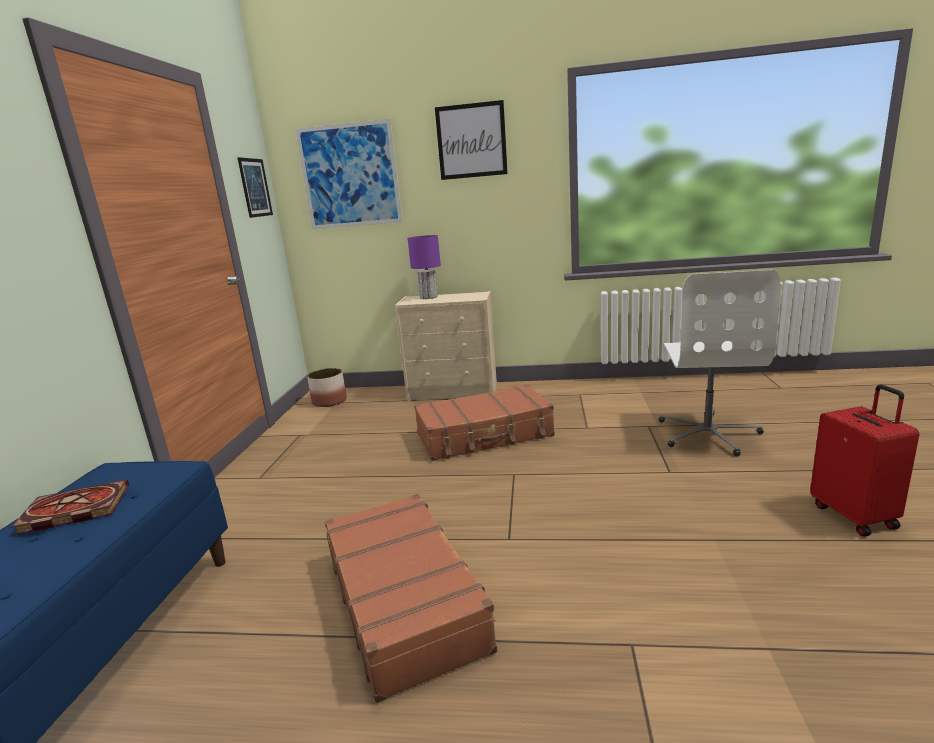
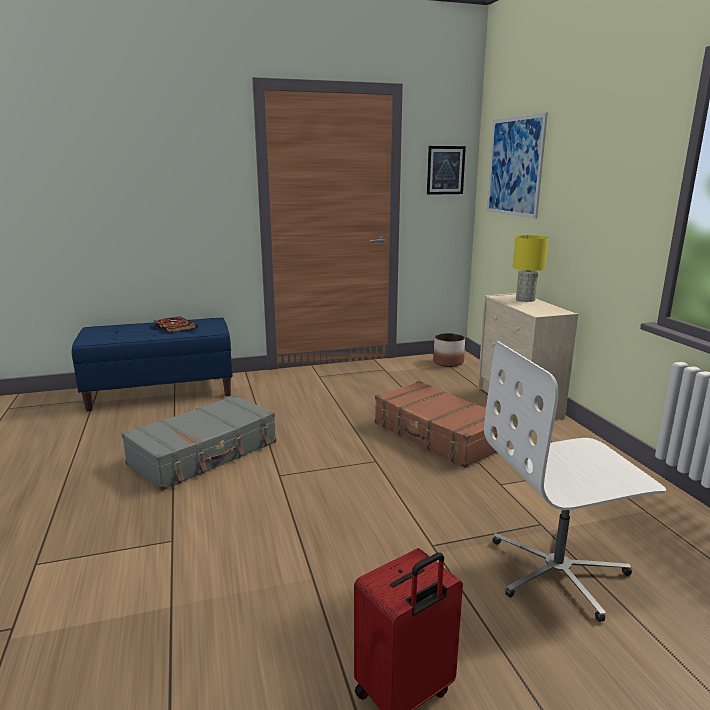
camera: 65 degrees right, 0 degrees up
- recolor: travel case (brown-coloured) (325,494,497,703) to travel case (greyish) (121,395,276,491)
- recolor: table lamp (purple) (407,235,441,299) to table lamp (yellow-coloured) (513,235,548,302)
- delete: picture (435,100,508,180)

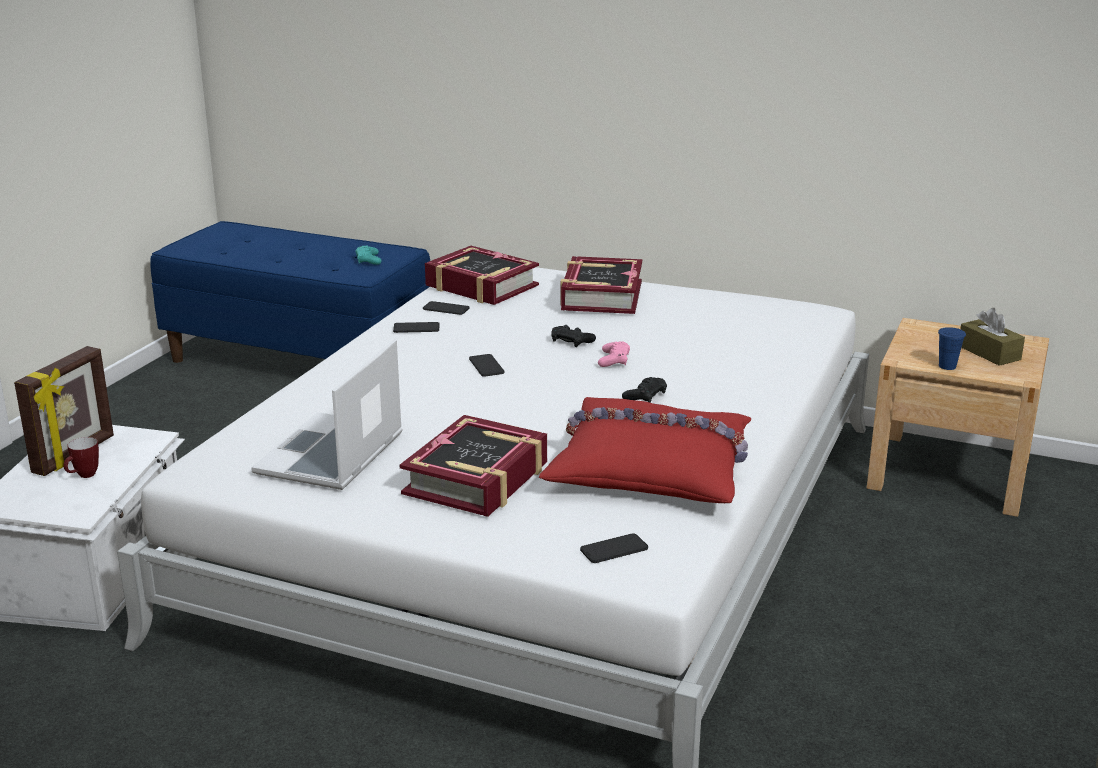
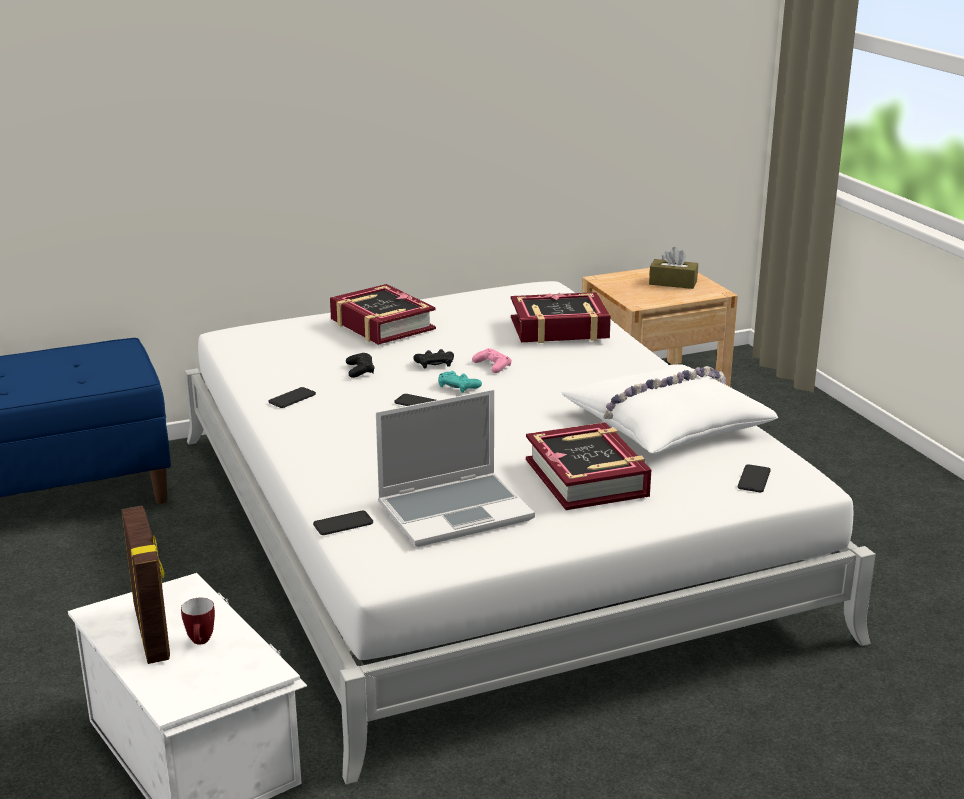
camera: 45 degrees left, 0 degrees up
- move: phone (423,301,470,315) to (313,511,373,535)
- move: gamepad (black-coloured) (622,377,667,403) to (346,353,375,378)
- rotate: notebook computer (251,339,402,490) = (376,389,535,547) 90 degrees counterclockwise
- move: gamepad (turquoise-coloured) (356,245,382,265) to (438,371,482,393)
- move: bound book (425,246,539,305) to (511,292,611,343)
- recolor: cushion (red-coloured) (539,397,751,503) to cushion (white) (562,364,778,454)
- delete: cup (bluish) (938,327,966,370)

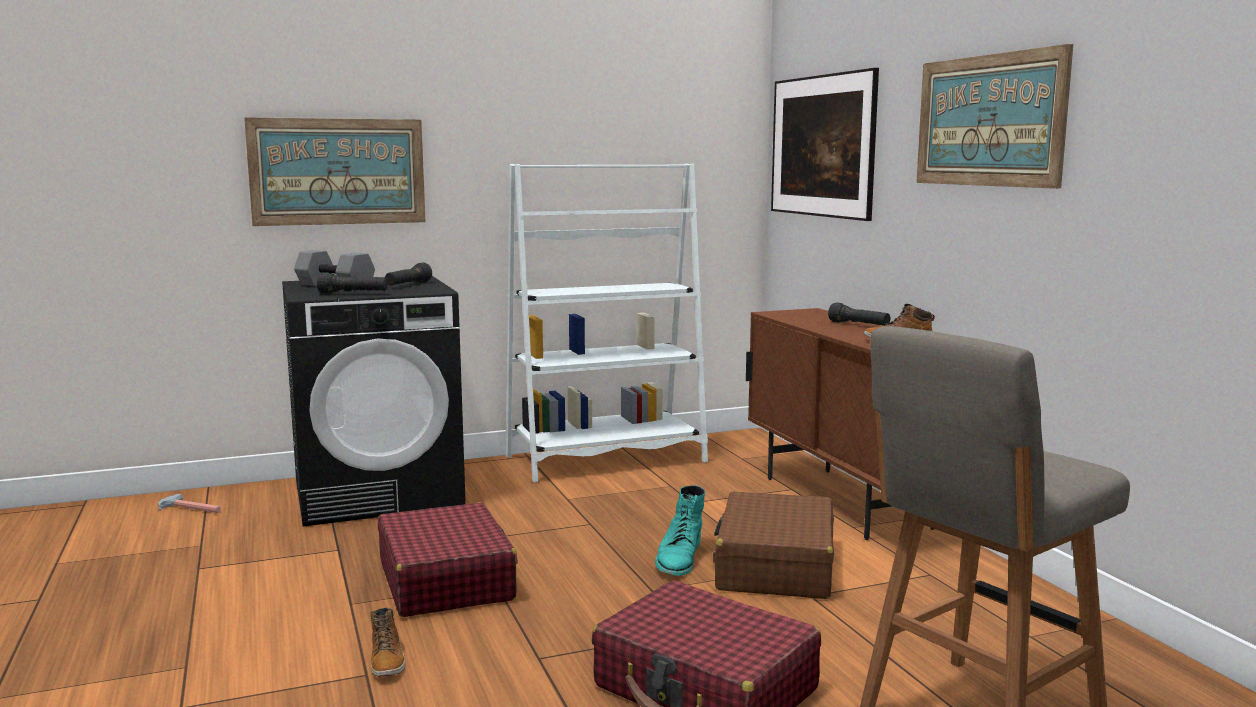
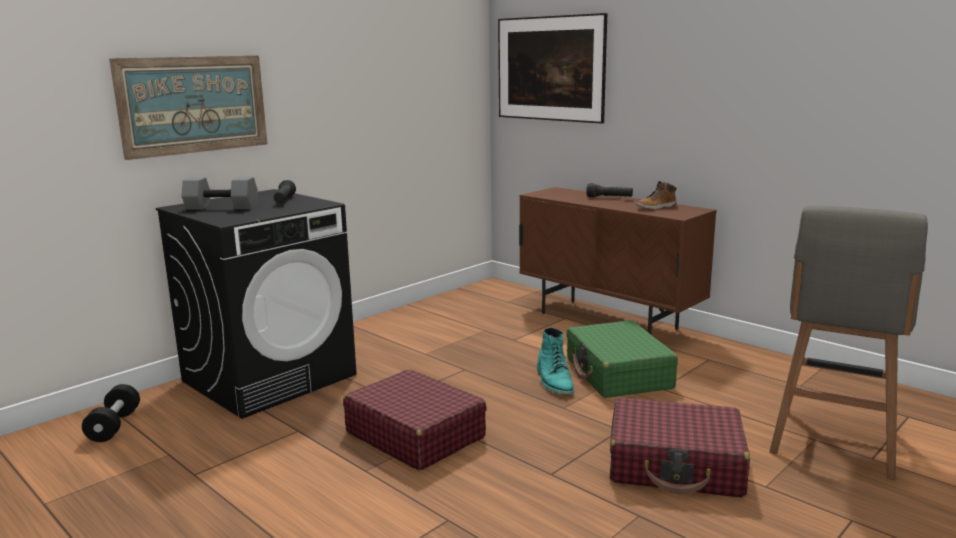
camera: 25 degrees left, 5 degrees up
- replace: hand hammer (158,494,221,513) to hand weight (black-coloured) (82,384,140,442)
- recolor: travel case (brown-coloured) (713,492,834,599) to travel case (green-coloured) (566,320,678,398)
- delete: flashlight (black-coloured) (317,272,388,294)
- delete: tall boot (371,608,405,676)
- delete: bookshelf (white) (506,164,708,483)
- delete: picture (916,44,1073,189)

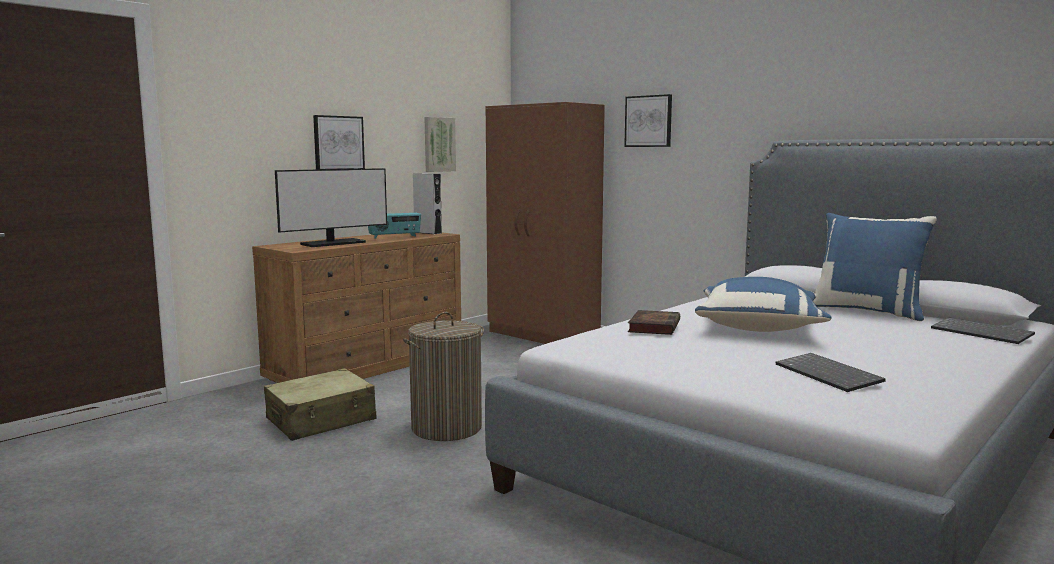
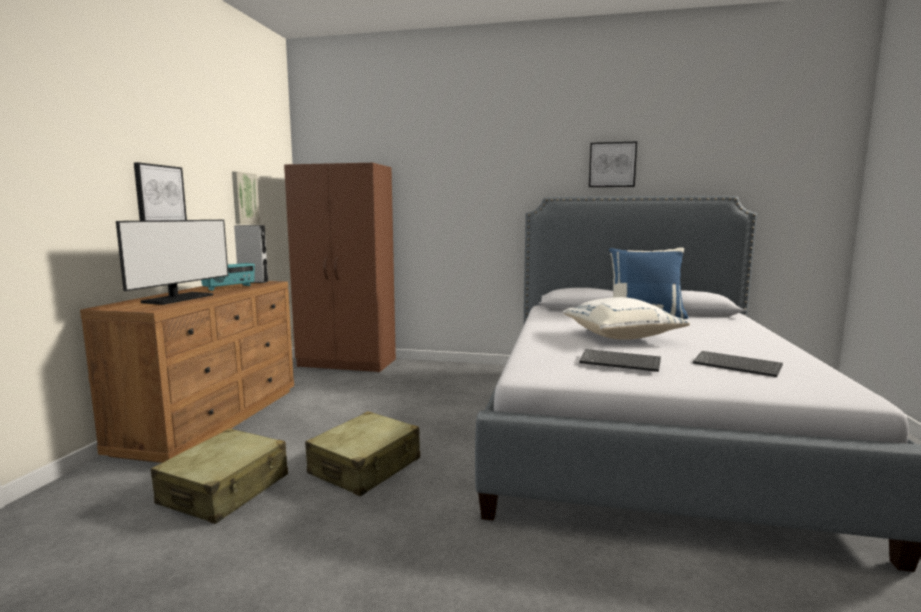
camera: 30 degrees left, 0 degrees up
- replace: laundry basket (403,312,484,441) to travel case (beige-coloured) (305,411,420,496)
- recolor: cushion (bluish) (695,277,832,332) to cushion (white) (563,297,690,340)
- move: computer keyboard (931,317,1035,344) to (579,349,661,372)
- move: picture (624,94,672,147) to (589,142,637,187)
- delete: bound book (628,310,680,335)

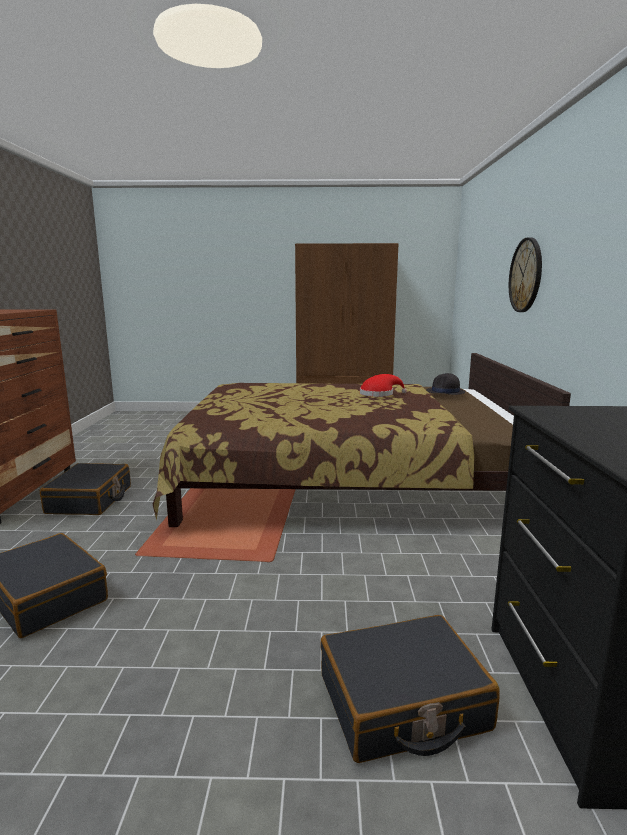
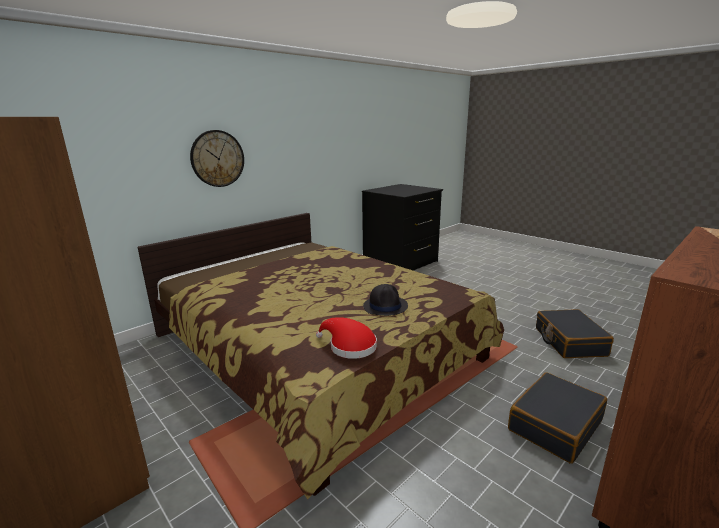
camera: 135 degrees left, 5 degrees up
- move: clothing hat (red-coloured) (360,374,407,397) to (316,317,377,359)
- move: clothing hat (black-coloured) (426,373,465,395) to (363,284,408,316)
- delete: travel case (black-coloured) (320,615,500,763)

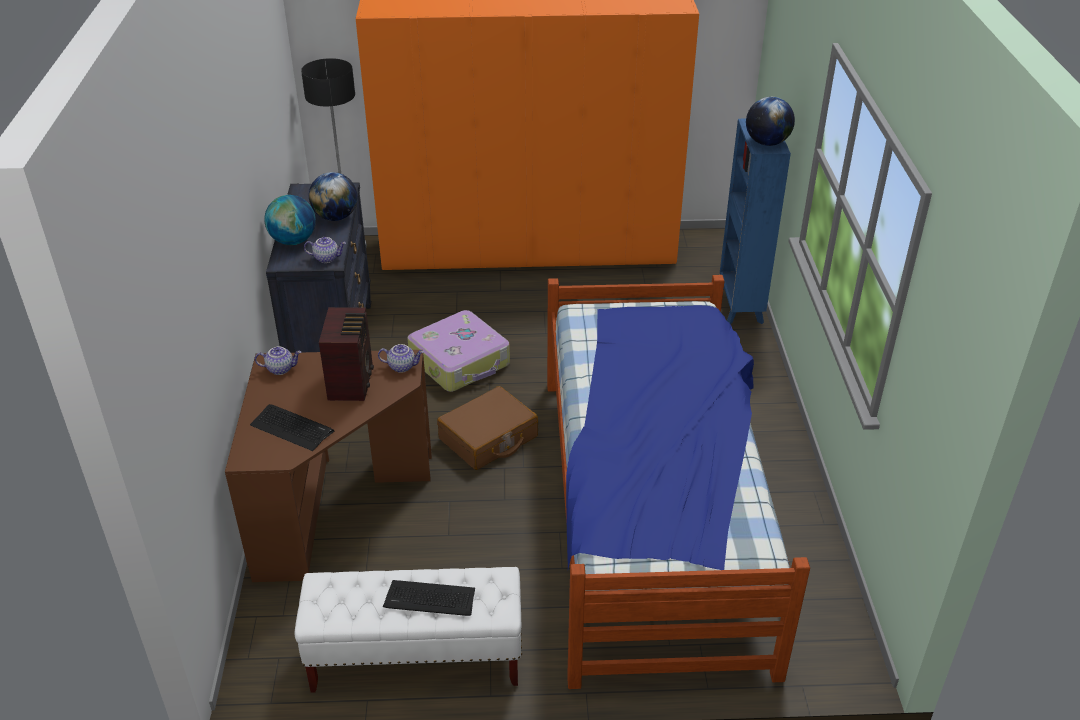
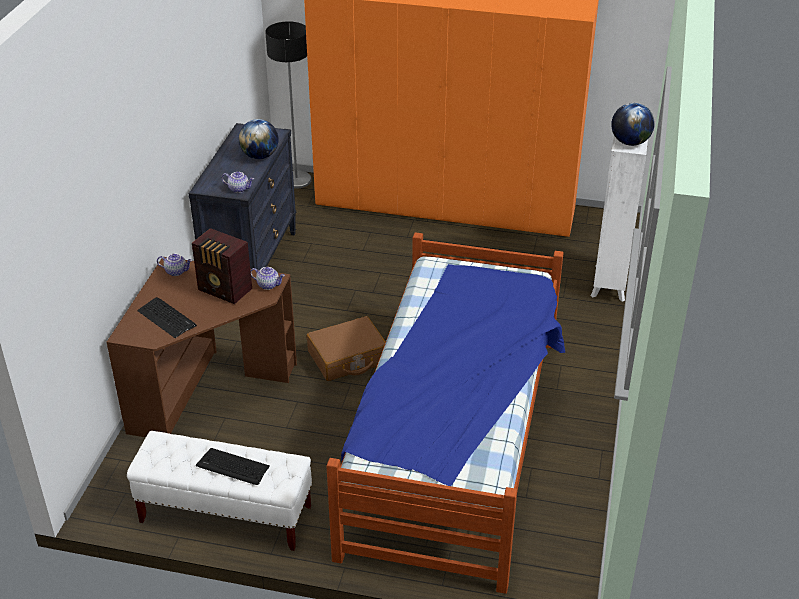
camera: 15 degrees right, 0 degrees up
- rotate: radio receiver (319,307,374,401) = (192,228,252,304) 105 degrees clockwise
- recolor: bookshelf (bluish) (720,119,791,324) to bookshelf (white) (591,136,648,302)
- delete: world globe (264,195,316,245)
- delete: travel case (407,310,510,392)

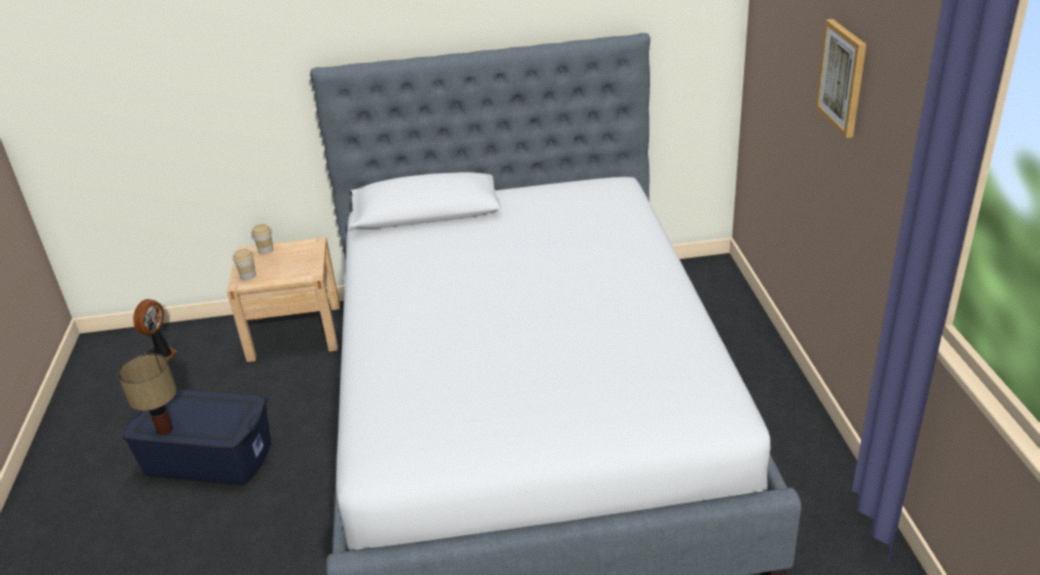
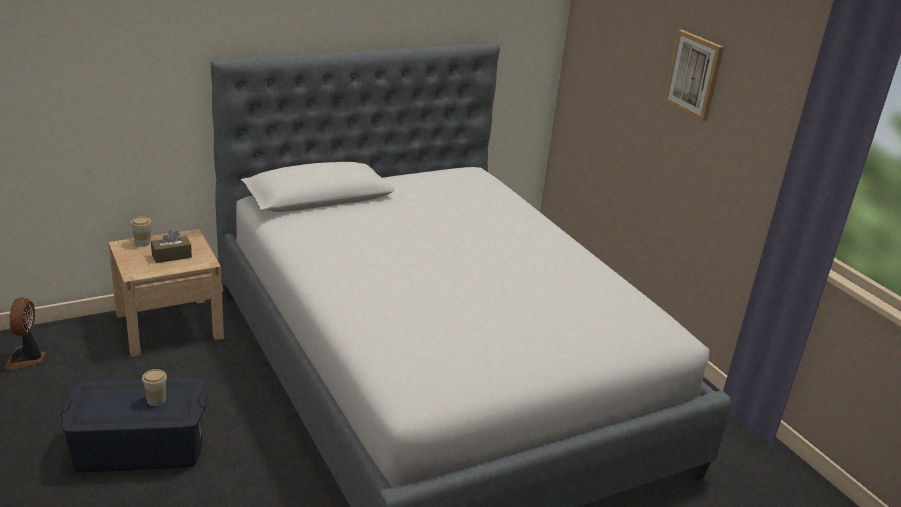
camera: 25 degrees left, 5 degrees down
- move: cup (233,249,256,280) to (142,369,167,406)
- insert: box of tissues (brown-coloured) (151,230,192,263)
- delete: table lamp (118,353,177,435)

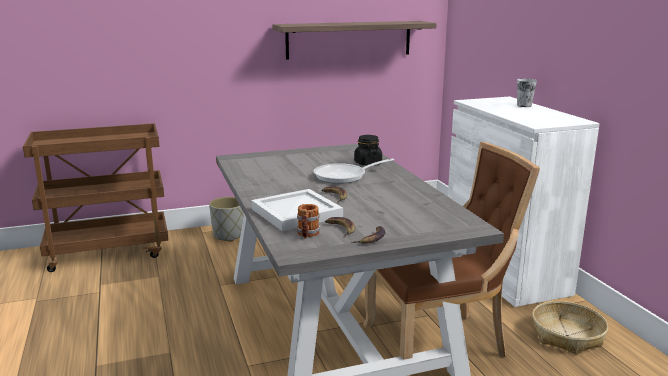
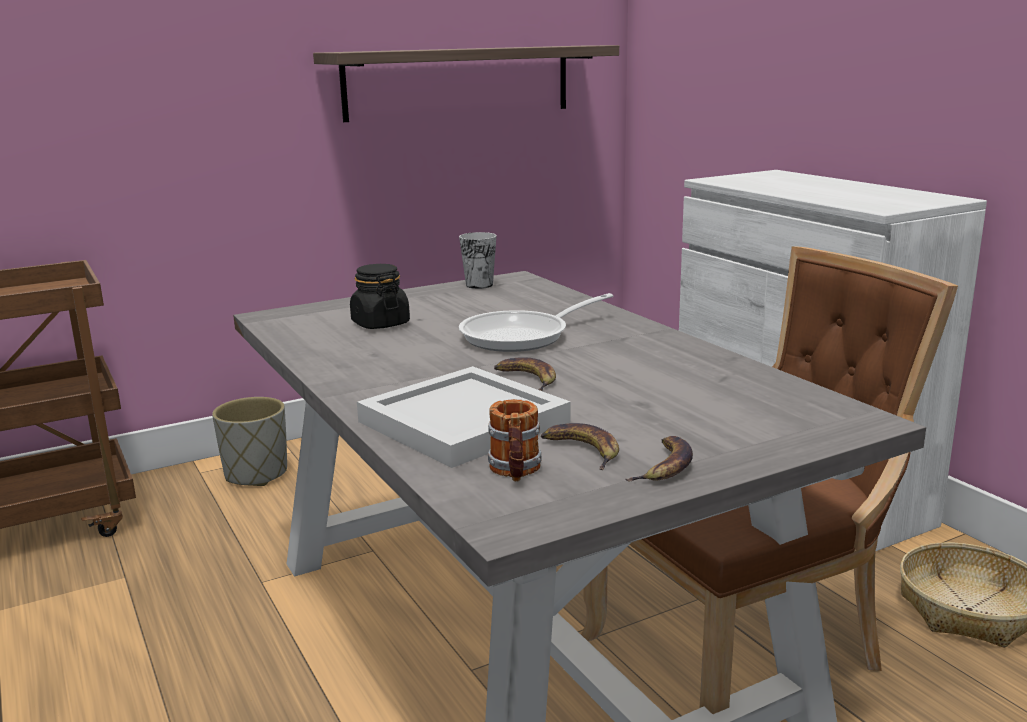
camera: 10 degrees left, 0 degrees up
- move: storage jar (black-coloured) (354,135,382,166) to (350,264,410,329)
- move: cup (517,79,537,107) to (459,232,497,289)

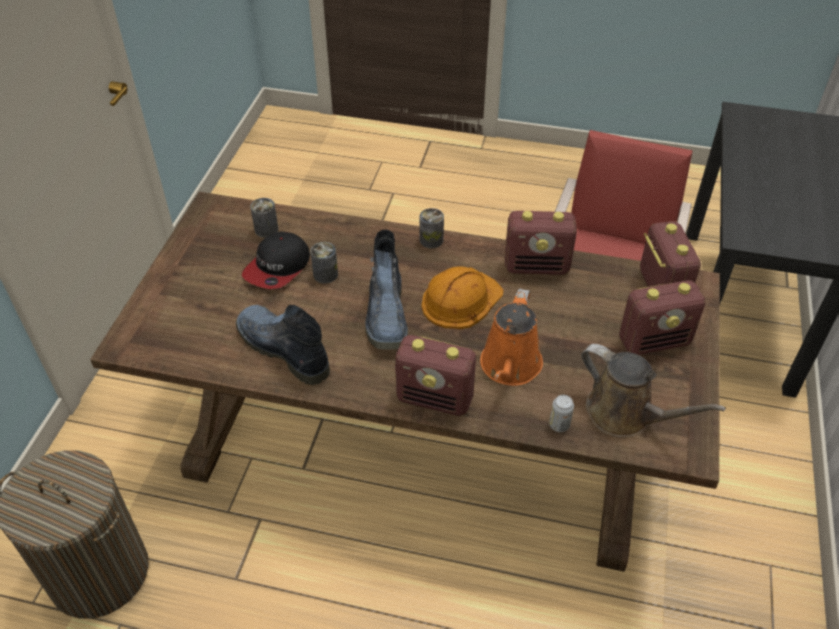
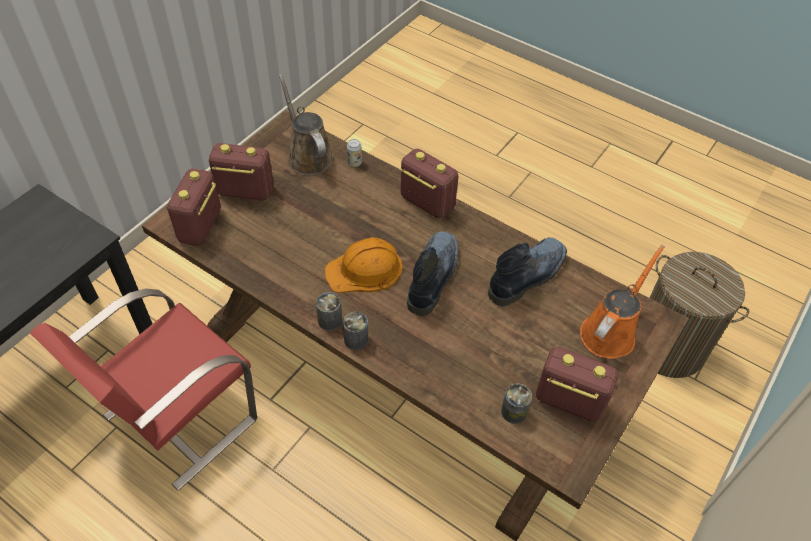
camera: 160 degrees left, 5 degrees up
- move: sealed can (310,242,338,284) to (316,293,342,331)
- rotate: tall boot (236,305,330,385) = (488,238,567,306) 105 degrees counterclockwise
- move: radio receiver (505,211,577,275) to (536,347,618,422)
- move: watering can (orangey) (480,289,543,386) to (580,245,665,359)
- delete: cap (242,231,310,289)

